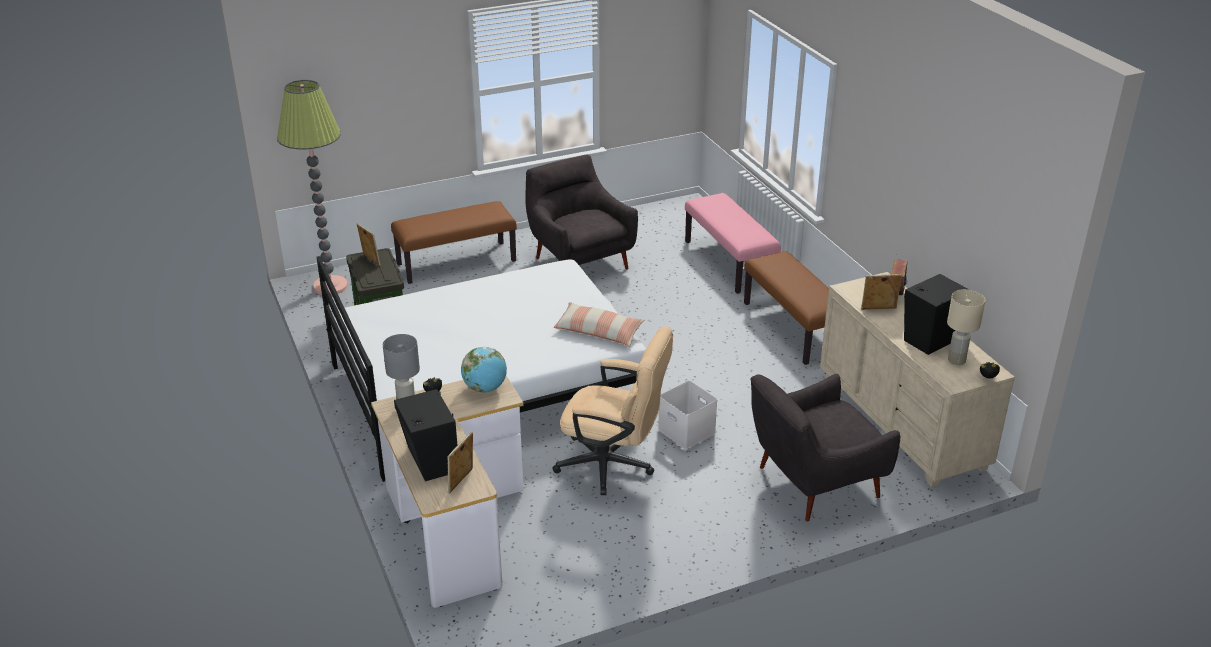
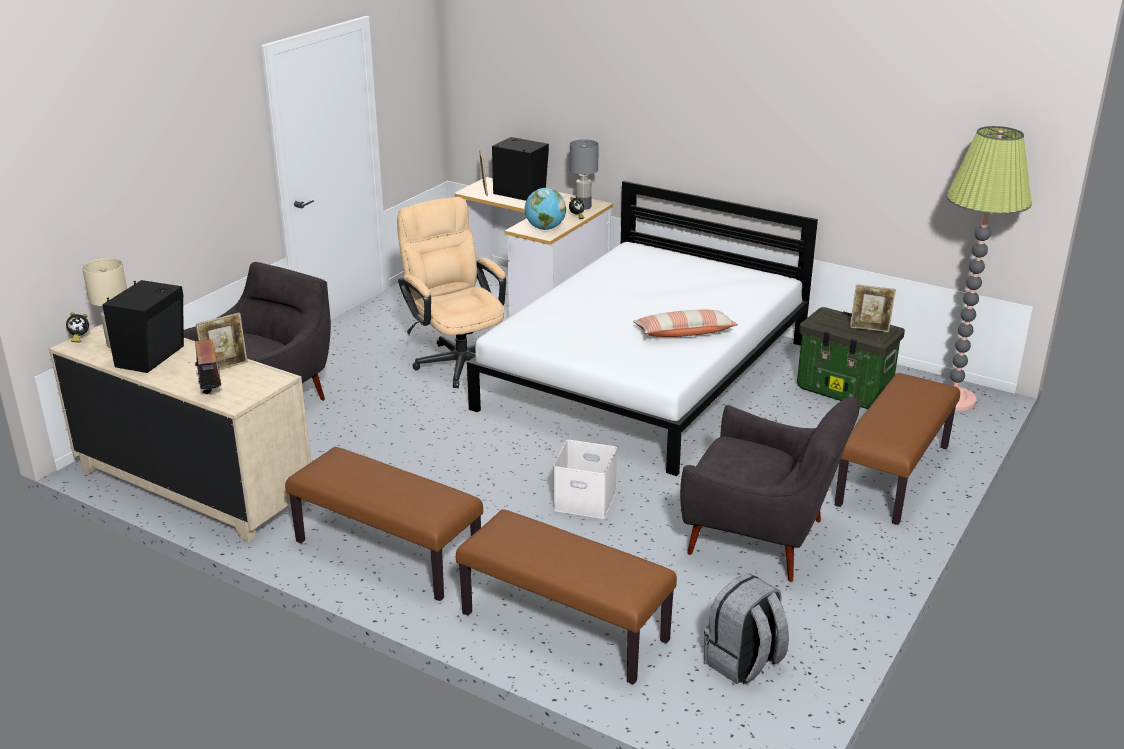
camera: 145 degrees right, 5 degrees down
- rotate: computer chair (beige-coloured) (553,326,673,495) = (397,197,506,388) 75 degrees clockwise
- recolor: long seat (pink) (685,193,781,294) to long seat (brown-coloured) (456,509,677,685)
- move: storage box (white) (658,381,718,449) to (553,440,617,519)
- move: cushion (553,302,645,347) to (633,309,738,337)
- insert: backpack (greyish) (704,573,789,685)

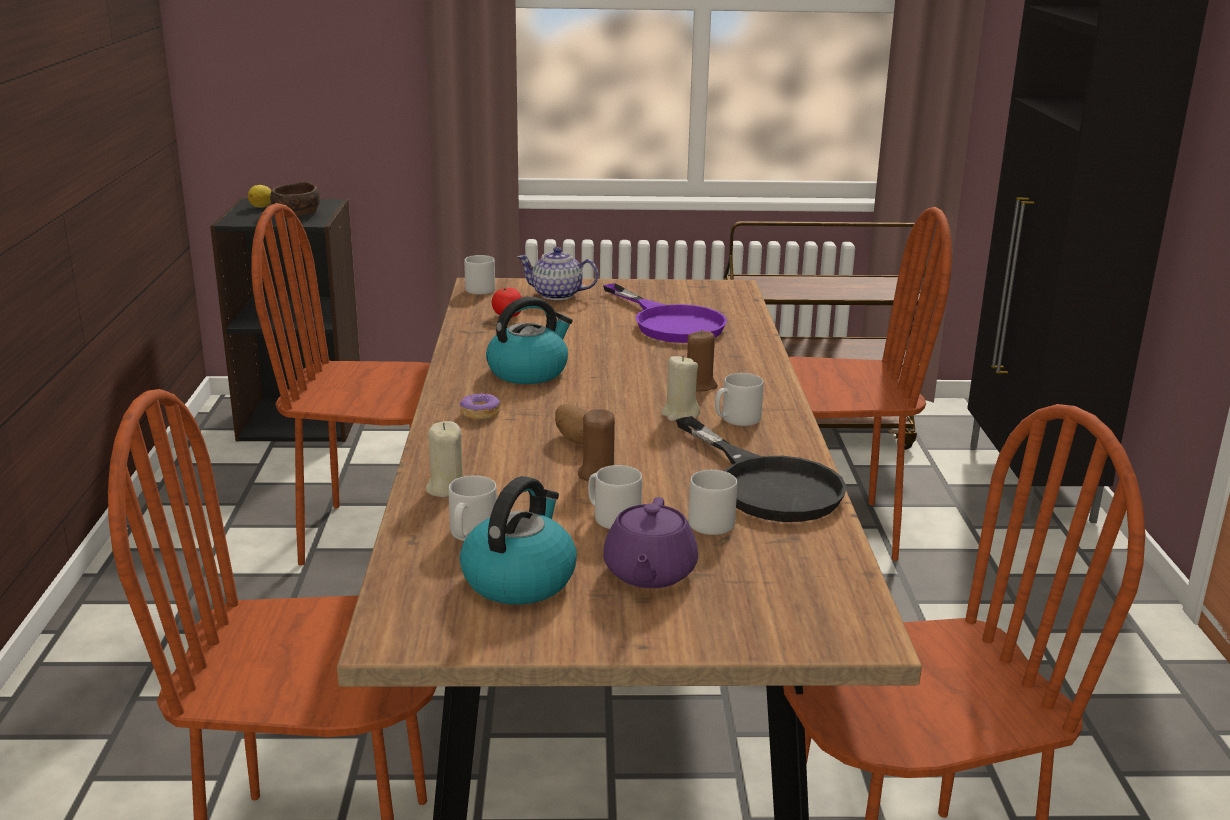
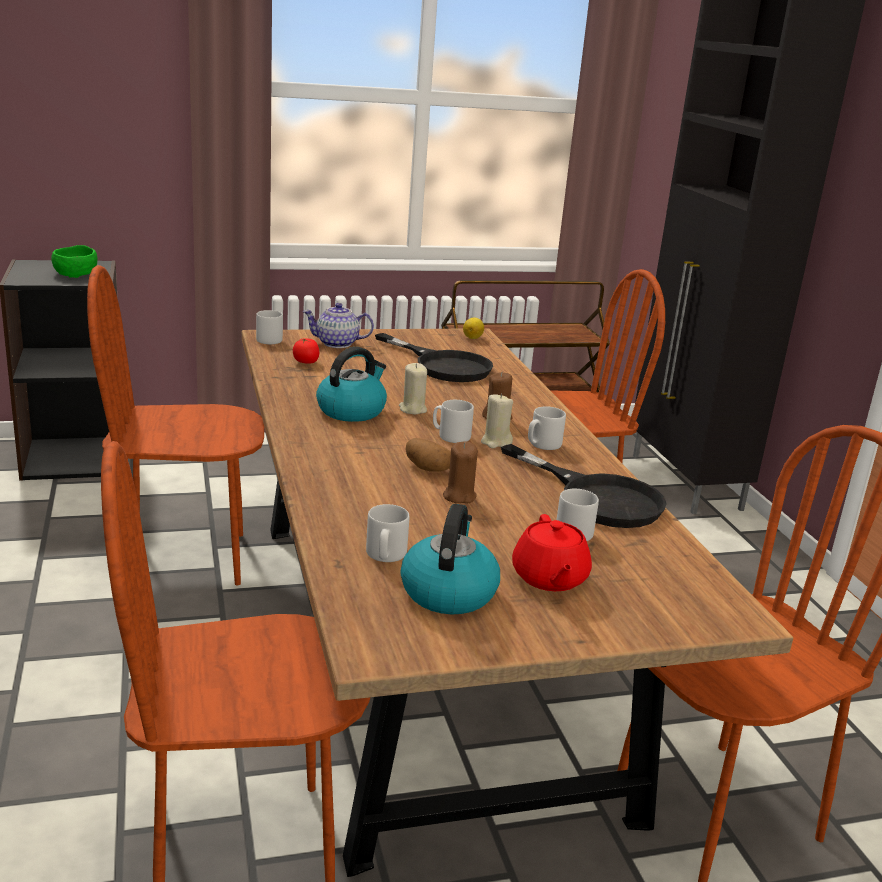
camera: 15 degrees left, 0 degrees up
- recolor: bowl (brown-coloured) (270,182,320,217) to bowl (green-coloured) (51,245,97,278)
- recolor: skillet (purple) (603,283,727,343) to skillet (black-coloured) (375,333,493,382)
- move: wax light (beige-coloured) (426,421,463,497) to (399,363,427,415)
- move: coffee mug (greyish) (588,465,642,529) to (433,400,474,443)
- move: whole lemon (248,185,271,208) to (463,317,484,339)
- recolor: pot for tea (purple) (603,497,698,588) to pot for tea (red-coloured) (512,514,592,591)
- delete: donut (459,392,500,420)

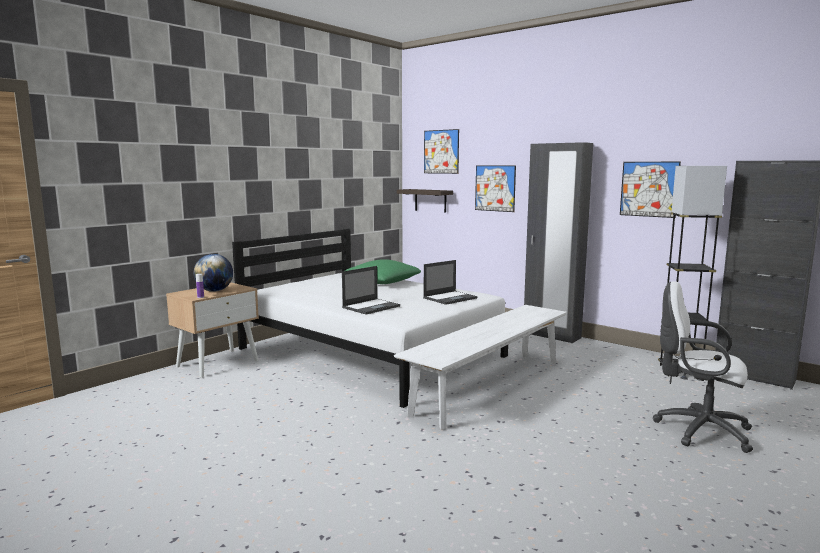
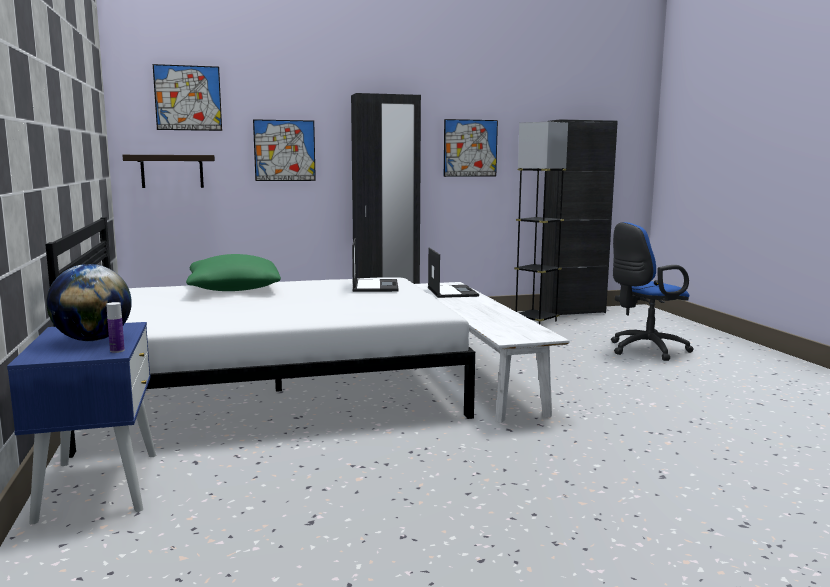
camera: 55 degrees left, 0 degrees up
- recolor: nightstand (beige-coloured) (166,282,259,378) to nightstand (bluish) (7,322,156,525)
- move: notebook computer (342,266,400,315) to (428,248,479,298)
- recolor: computer chair (white) (653,281,753,453) to computer chair (bluish) (611,222,694,361)

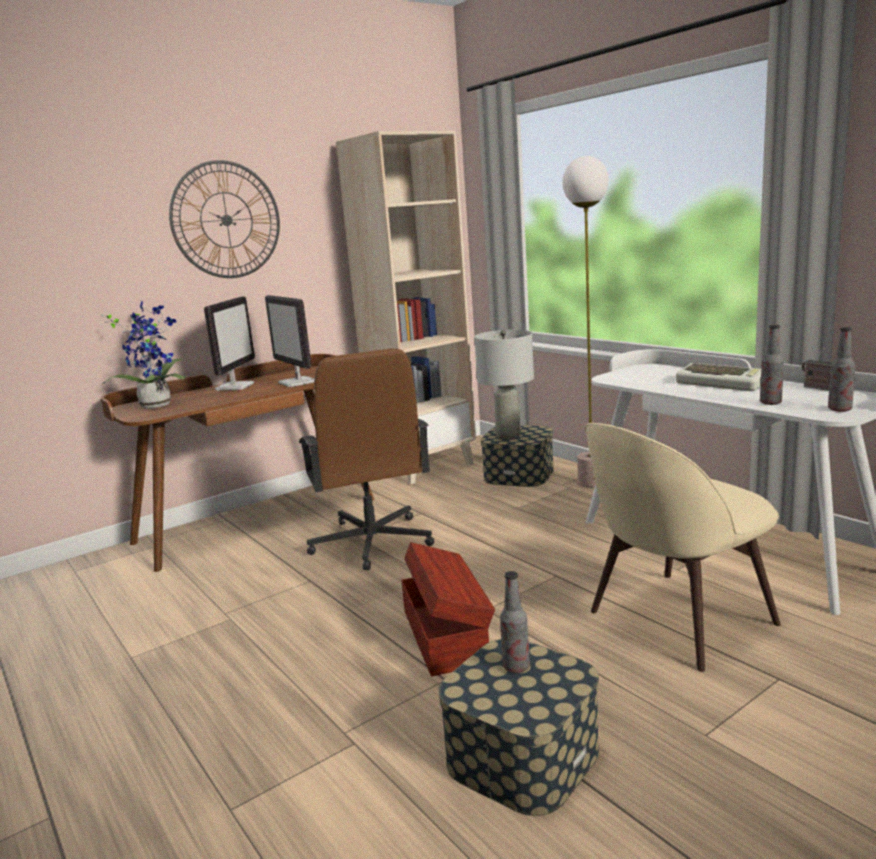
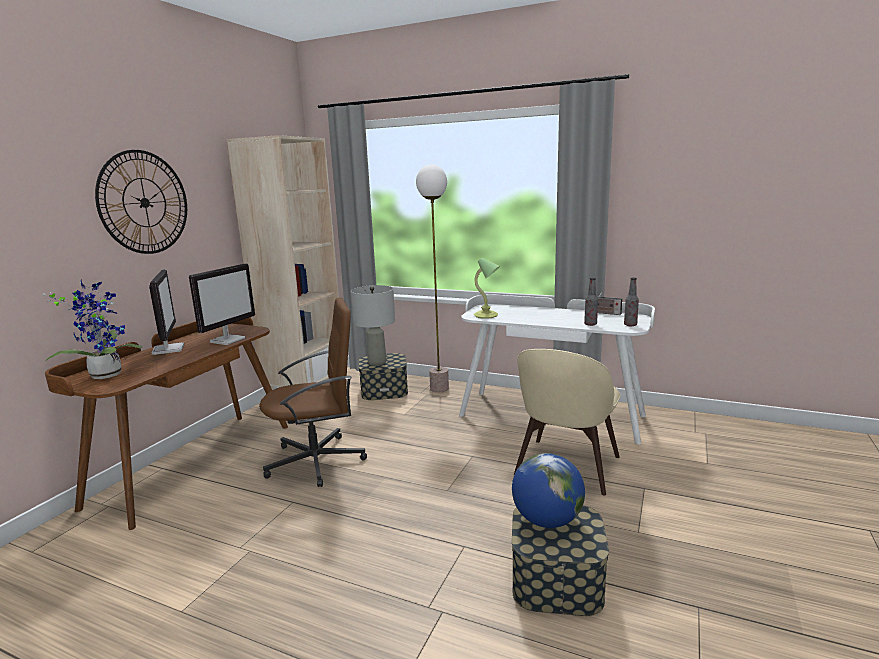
camera: 30 degrees left, 0 degrees up
- rotate: computer display (265,295,314,387) = (189,263,255,345) 90 degrees counterclockwise
- rotate: computer chair (brown-coloured) (299,348,434,570) = (259,297,367,487) 60 degrees counterclockwise
- insert: table lamp (474,258,500,319)
- replace: beverage bottle (500,571,530,673) to world globe (512,453,585,528)
- delete: storage box (brown-coloured) (401,542,495,676)
- delete: computer keyboard (676,363,761,391)

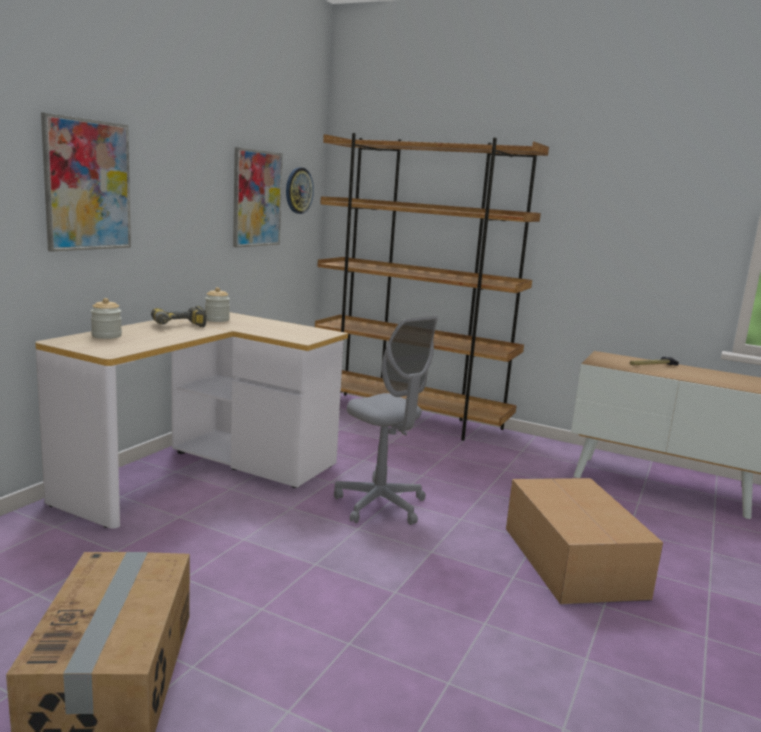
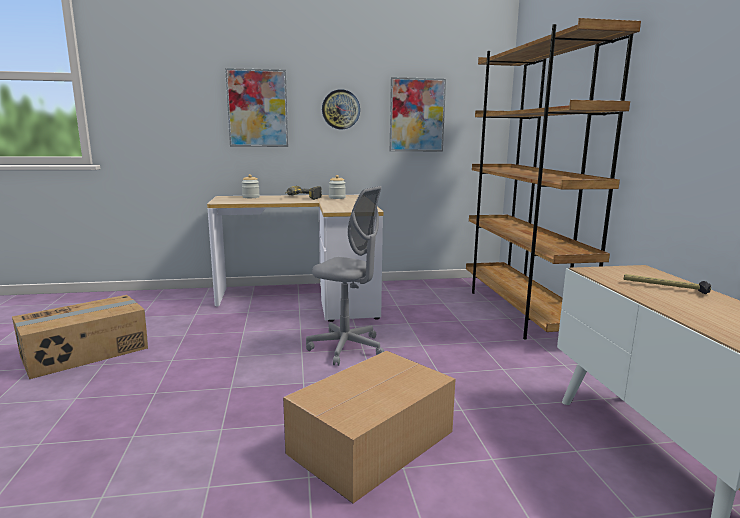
camera: 55 degrees right, 0 degrees up
- rotate: computer chair (greyish) (334,316,438,525) = (306,186,384,366) 75 degrees counterclockwise
- move: clock on the wall (286,167,314,214) to (322,89,360,129)

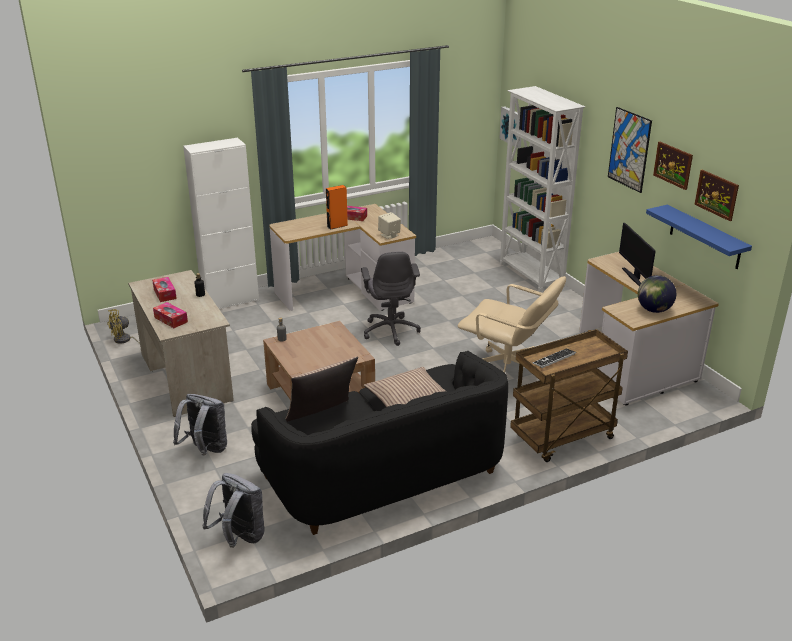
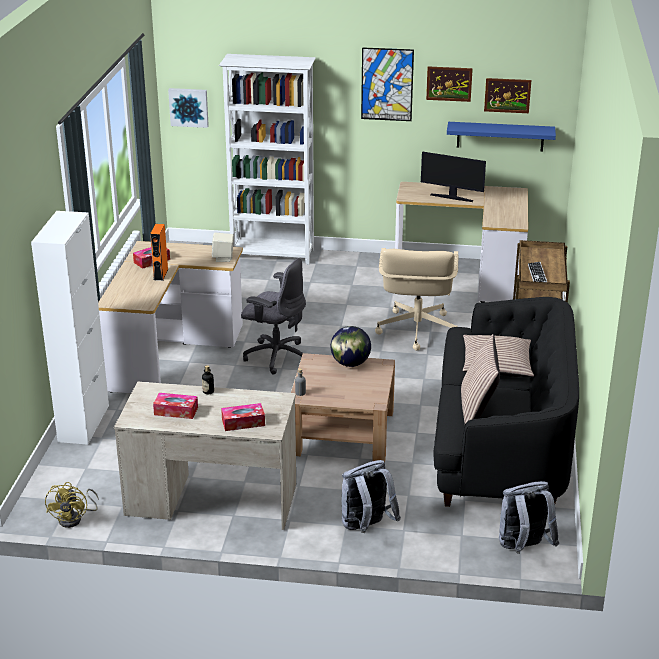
camera: 55 degrees left, 0 degrees up
- move: world globe (638,275,676,313) to (331,326,371,367)
- rotate: computer chair (beige-coloured) (458,276,566,373) = (375,248,459,351) 120 degrees clockwise

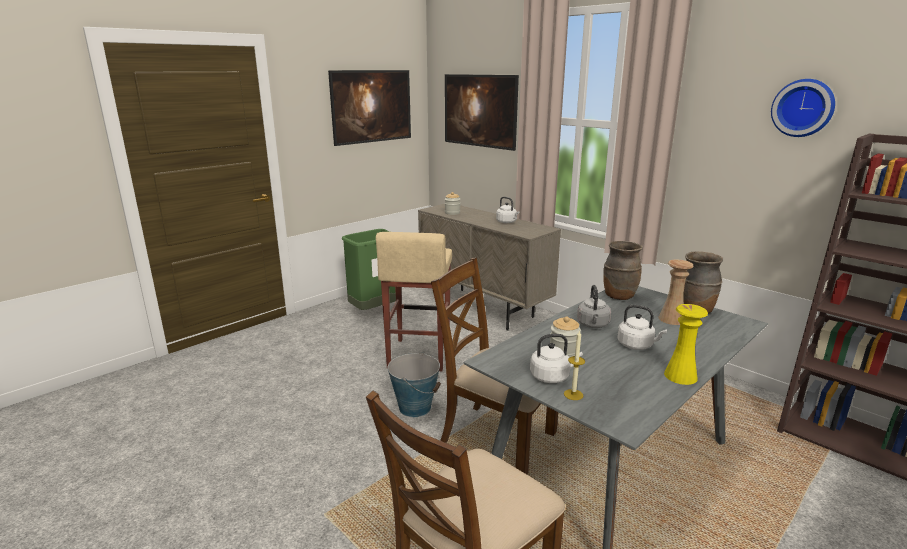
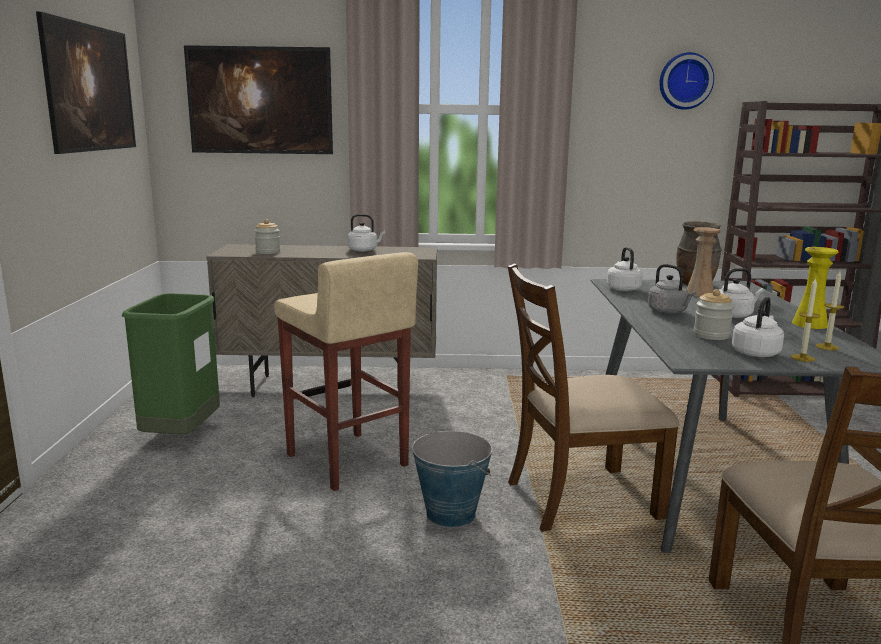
camera: 45 degrees left, 5 degrees down
- replace: flower vase (brown-coloured) (603,241,643,300) to tea kettle (white) (607,247,643,291)
- insert: wax light (816,271,844,350)

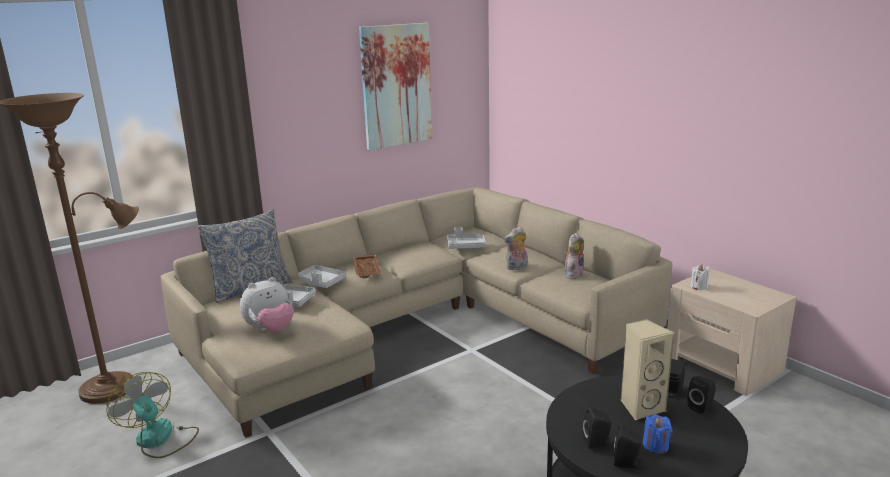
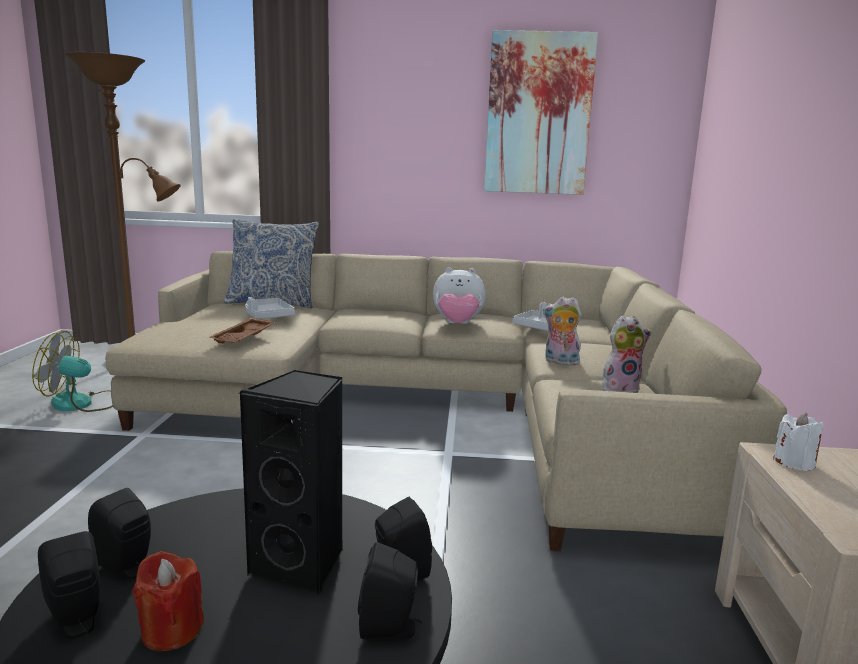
camera: 40 degrees right, 5 degrees down
- rotate: cooling fan (106,372,199,458) = (32,331,113,412) 90 degrees counterclockwise
- recolor: wax light (bluish) (643,414,673,454) to wax light (red-coloured) (133,551,204,651)
- move: tray (brown-coloured) (352,254,382,278) to (208,318,275,344)
- recolor: loudspeaker (beige-coloured) (621,319,674,421) to loudspeaker (black-coloured) (239,370,343,596)
- move: cuddly toy (240,277,293,332) to (433,267,486,324)
- delete: tray (greyish) (298,265,346,288)

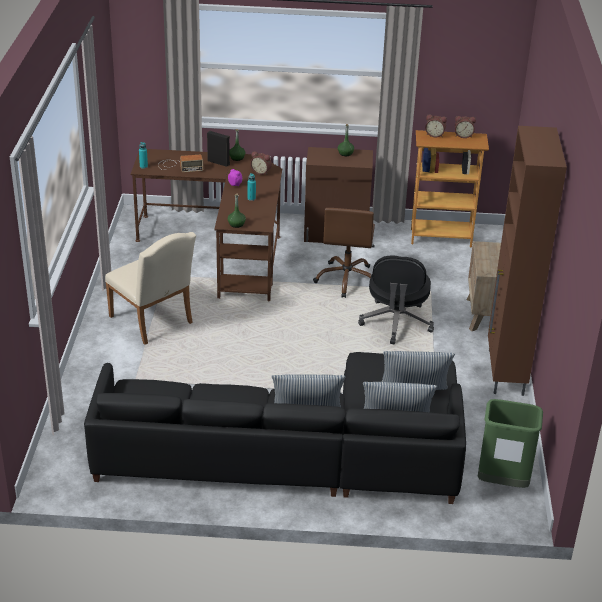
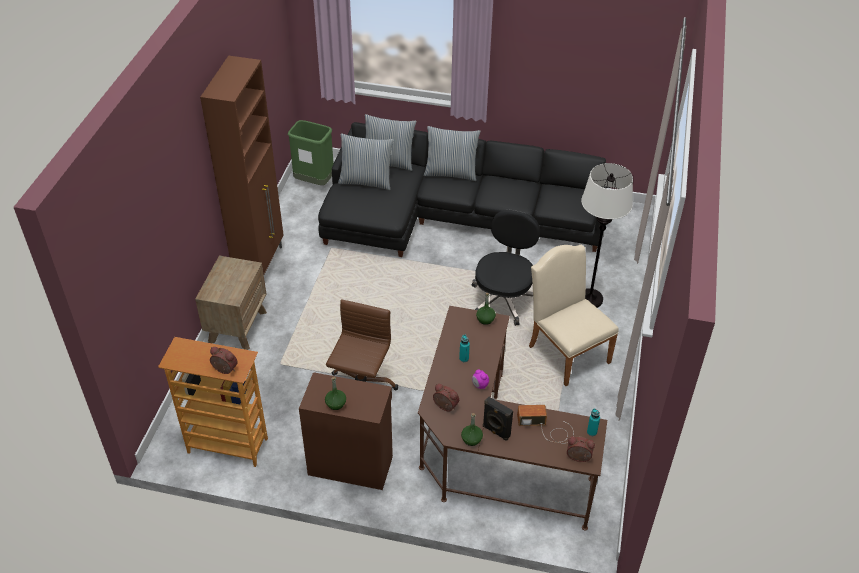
camera: 170 degrees left, 10 degrees up
- move: computer chair (black-coloured) (358,256,434,344) to (472,210,540,326)
- move: bedside clock (455,116,476,138) to (567,437,595,462)
- insert: standing lamp (white) (581,163,633,308)

